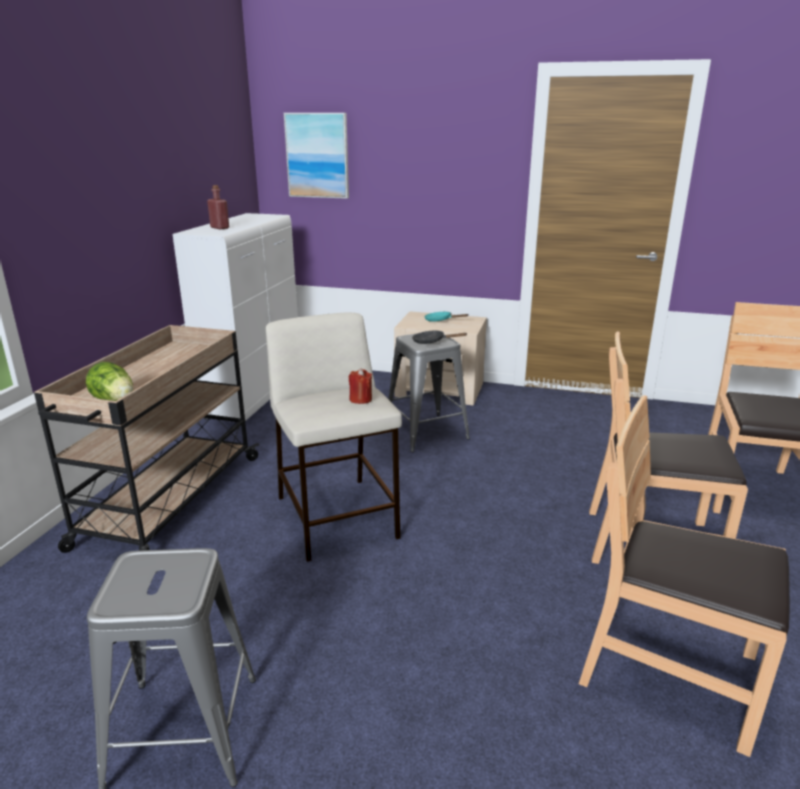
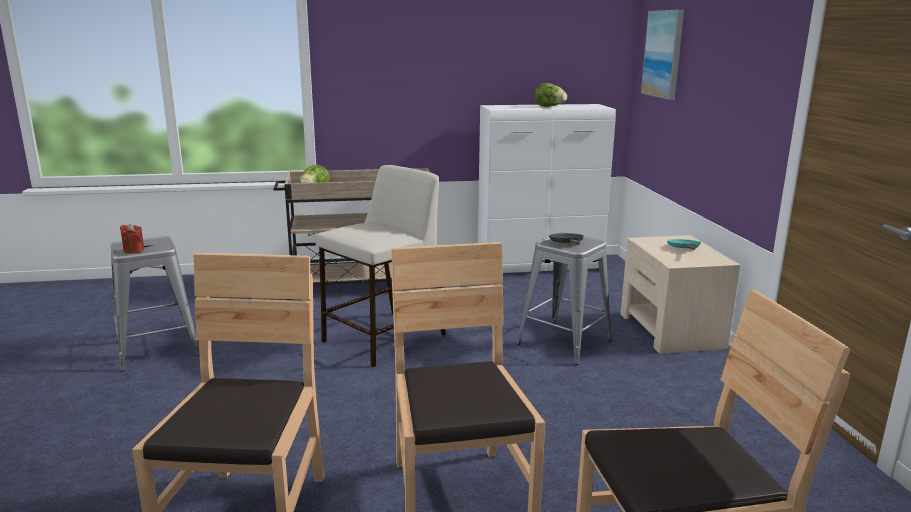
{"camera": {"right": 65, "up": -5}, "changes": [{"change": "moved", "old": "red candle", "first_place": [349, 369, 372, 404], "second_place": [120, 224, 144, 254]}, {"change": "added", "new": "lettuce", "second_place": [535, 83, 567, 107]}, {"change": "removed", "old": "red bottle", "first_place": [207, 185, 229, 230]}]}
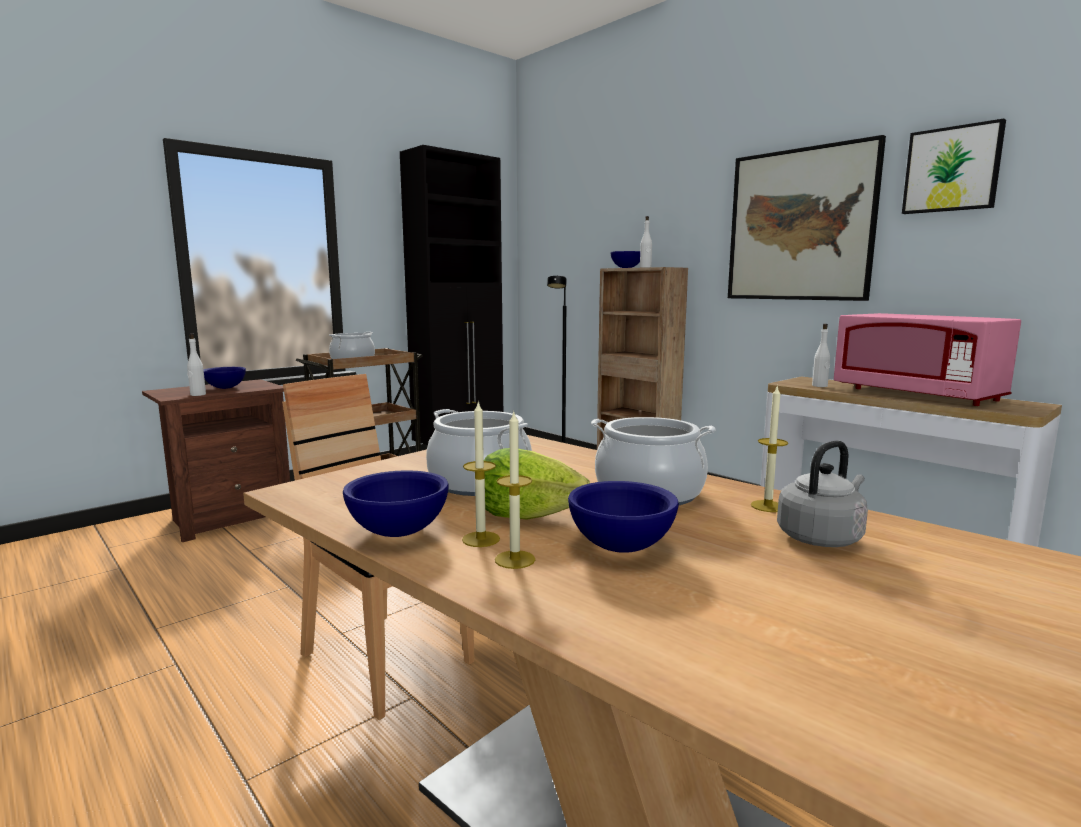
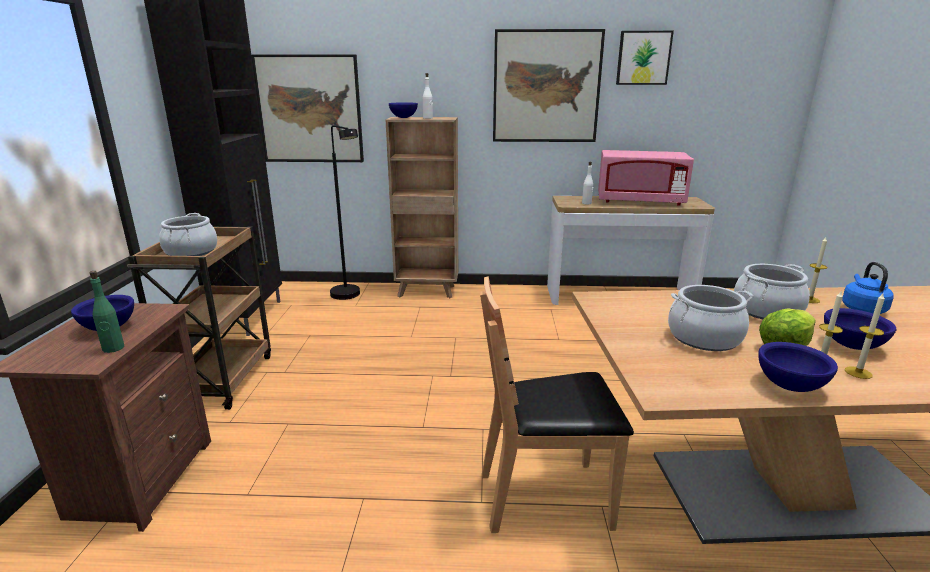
{"camera": {"right": -45, "up": 10}, "changes": [{"change": "recoloured", "old": "white bottle", "new": "green bottle", "first_place": [187, 333, 206, 396], "second_place": [90, 271, 124, 353]}, {"change": "added", "new": "picture", "second_place": [251, 54, 364, 162]}, {"change": "recoloured", "old": "grey kettle", "new": "blue kettle", "first_place": [777, 441, 868, 547], "second_place": [842, 262, 894, 314]}]}
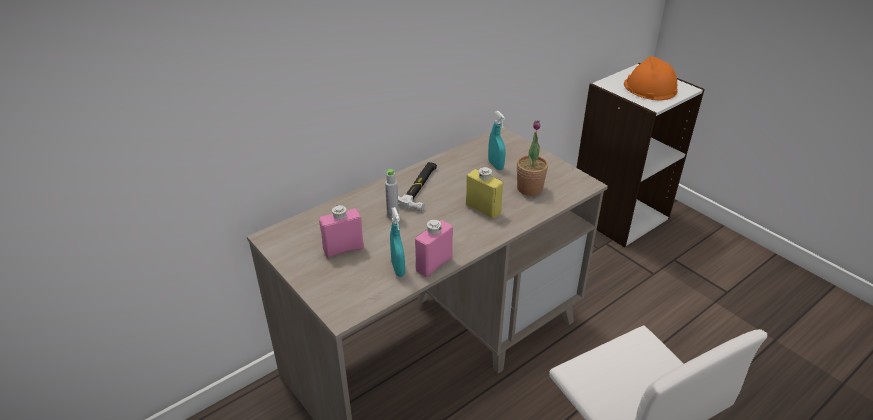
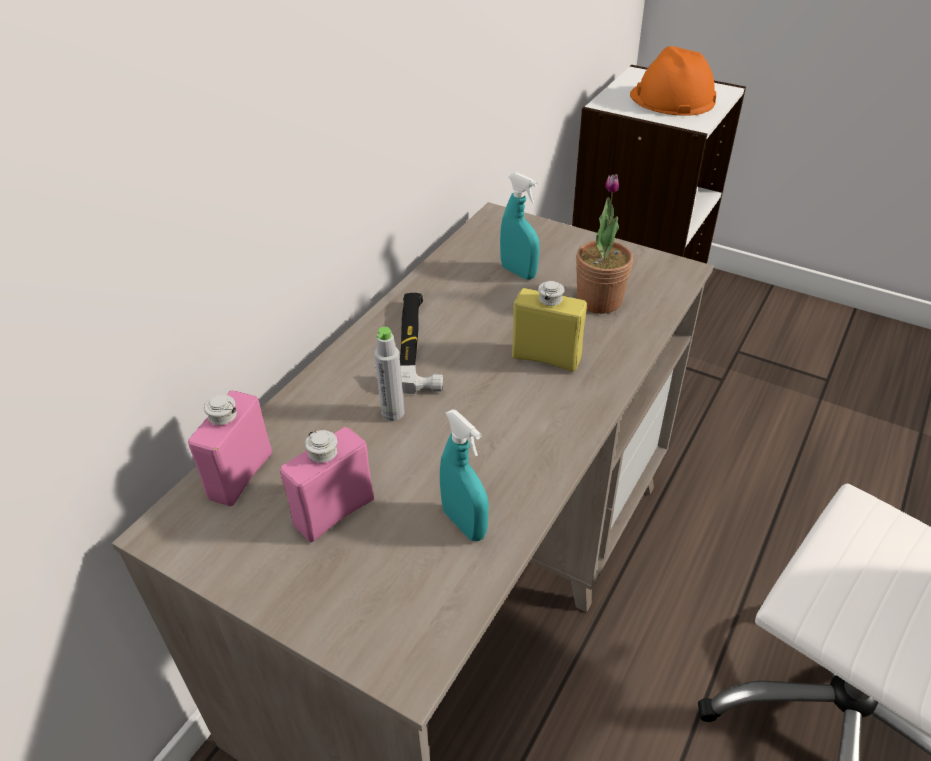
{"camera": {"right": -20, "up": 5}, "changes": [{"change": "moved", "old": "pink bottle", "first_place": [415, 220, 453, 277], "second_place": [188, 391, 272, 506]}]}
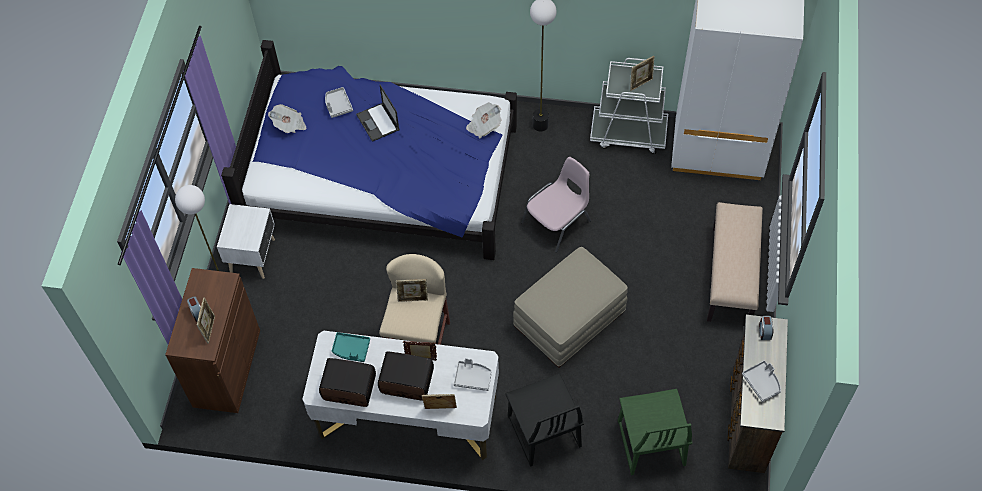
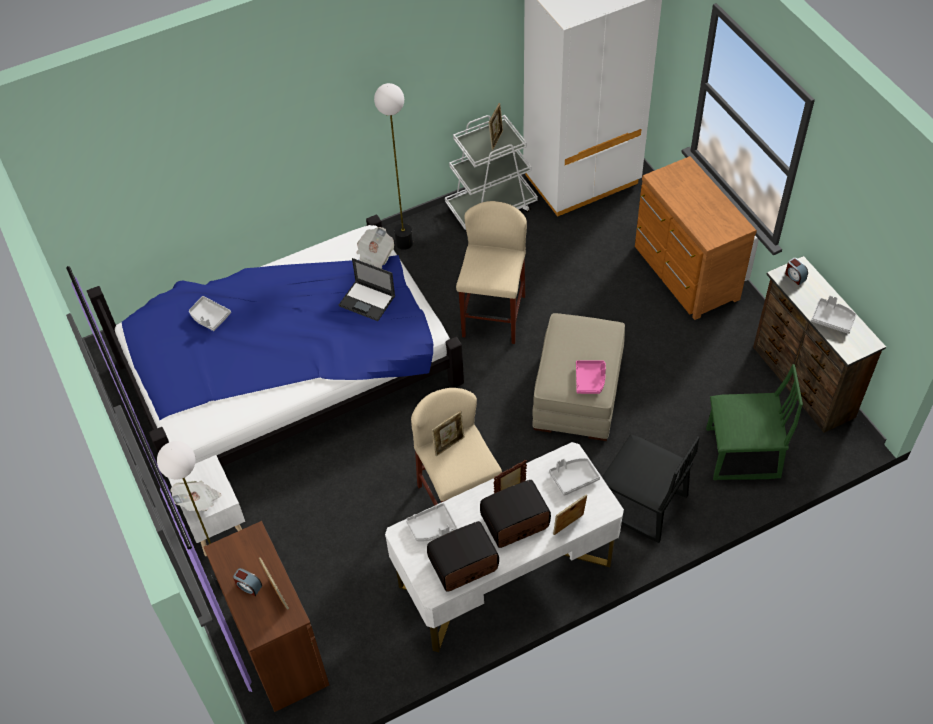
{"camera": {"right": -35, "up": -5}, "changes": [{"change": "moved", "old": "newspaper", "first_place": [268, 104, 307, 133], "second_place": [170, 481, 221, 511]}, {"change": "moved", "old": "laptop", "first_place": [356, 85, 400, 142], "second_place": [339, 258, 395, 321]}, {"change": "recoloured", "old": "turquoise tray", "new": "grey tray", "first_place": [332, 332, 370, 362], "second_place": [406, 503, 457, 541]}, {"change": "replaced", "old": "pink chair", "new": "beige stool", "first_place": [521, 157, 591, 253], "second_place": [456, 201, 527, 344]}, {"change": "added", "new": "pink tray", "second_place": [576, 360, 606, 394]}, {"change": "replaced", "old": "beige bench", "new": "brown dresser", "first_place": [707, 202, 763, 322], "second_place": [635, 156, 757, 320]}, {"change": "turned", "old": "green chair", "first_place": [618, 389, 692, 475], "second_place": [706, 364, 803, 480], "degrees": -45}]}
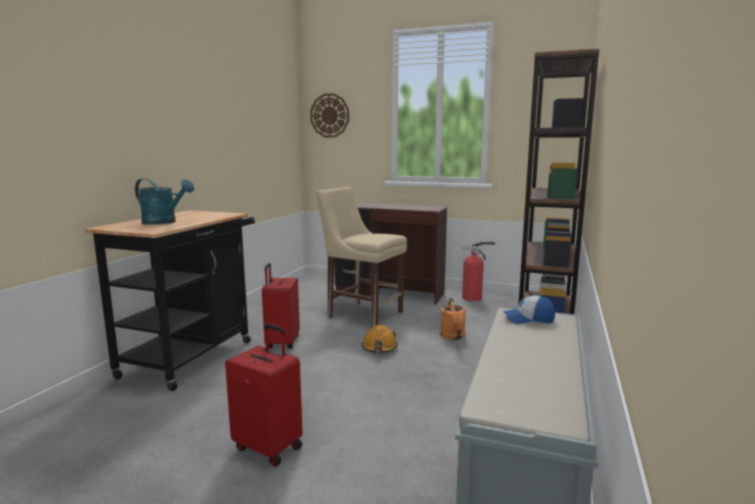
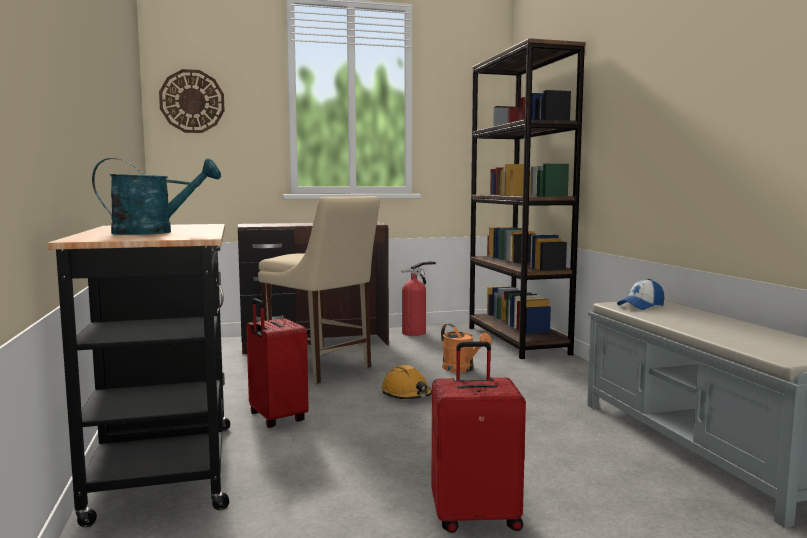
{"camera": {"right": -35, "up": -5}, "changes": [{"change": "turned", "old": "beige chair", "first_place": [316, 187, 407, 327], "second_place": [258, 196, 380, 384], "degrees": -135}]}
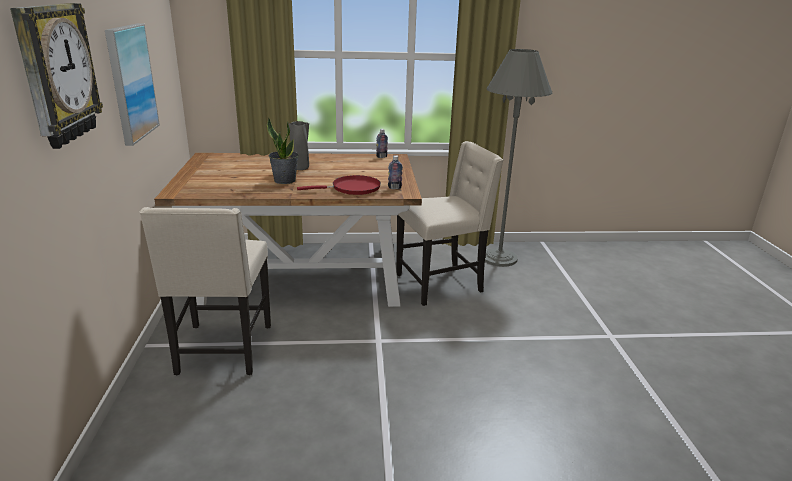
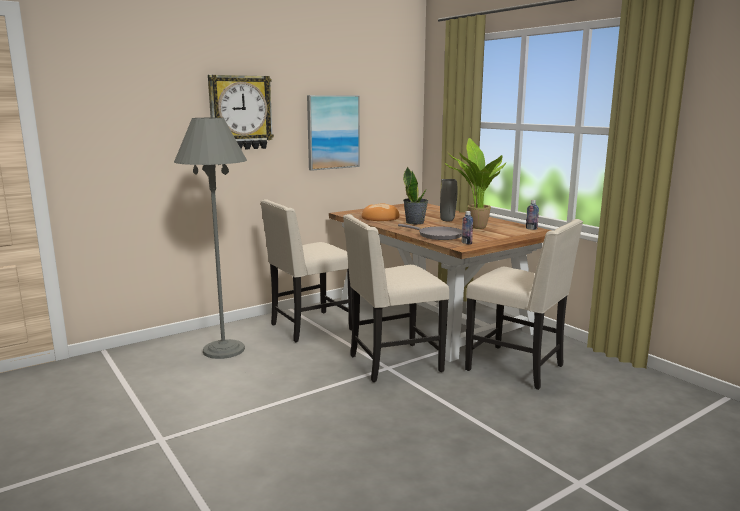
{"camera": {"right": 60, "up": -10}, "changes": [{"change": "moved", "old": "grey floor lamp", "first_place": [485, 49, 552, 267], "second_place": [174, 118, 247, 359]}, {"change": "added", "new": "beige chair", "second_place": [343, 214, 449, 382]}, {"change": "added", "new": "bread", "second_place": [362, 203, 400, 221]}, {"change": "recoloured", "old": "red frying pan", "new": "grey frying pan", "first_place": [297, 175, 381, 195], "second_place": [398, 224, 462, 240]}, {"change": "added", "new": "potted plant", "second_place": [444, 138, 506, 229]}]}
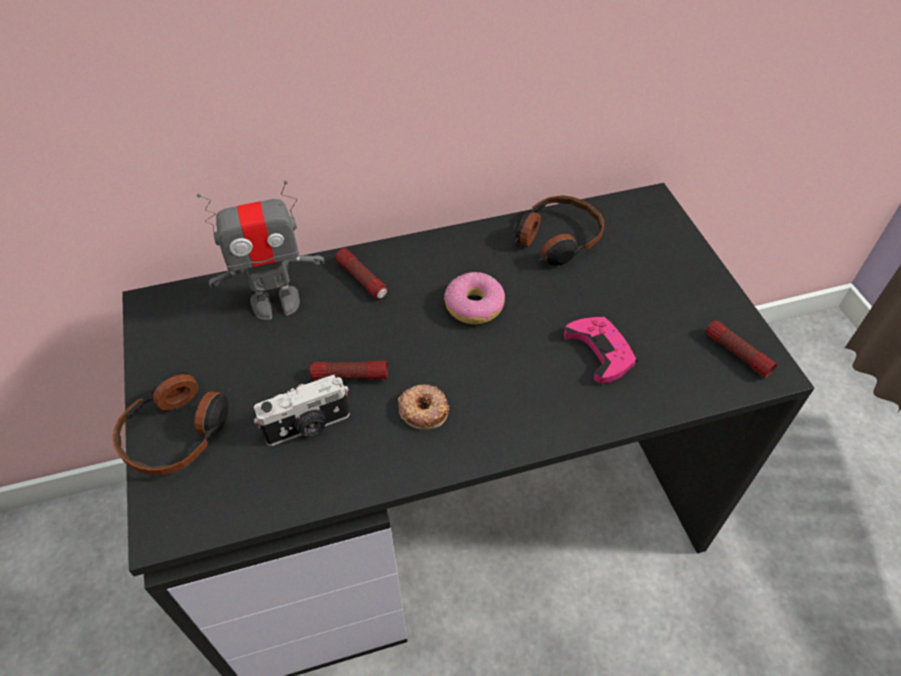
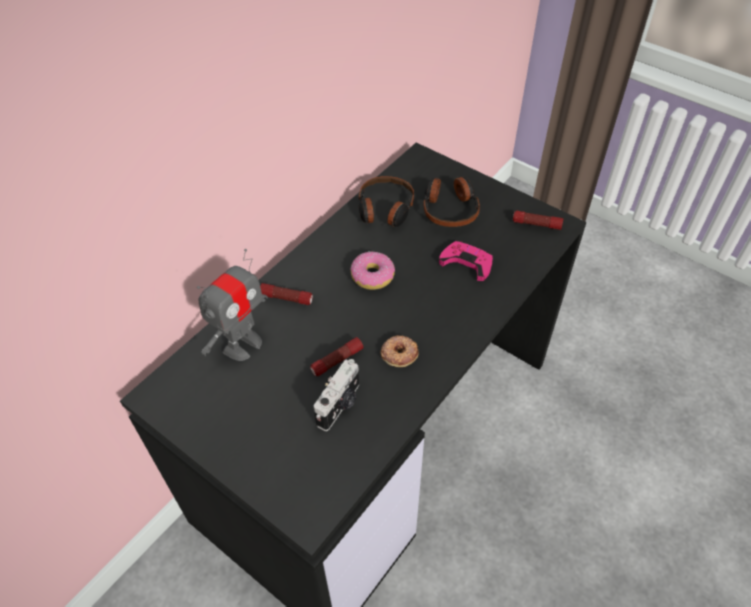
{"camera": {"right": -35, "up": 0}, "changes": [{"change": "moved", "old": "headphones", "first_place": [112, 371, 230, 475], "second_place": [423, 176, 480, 227]}]}
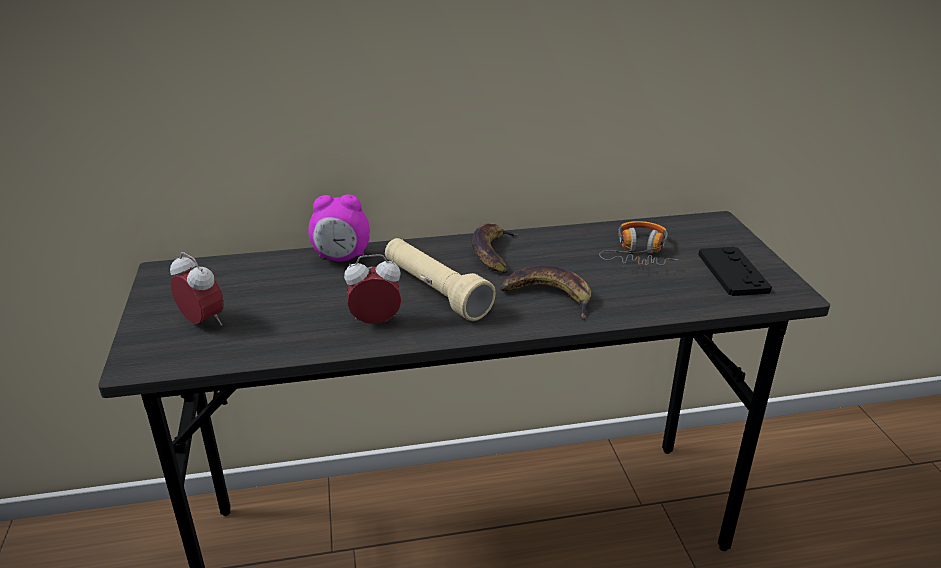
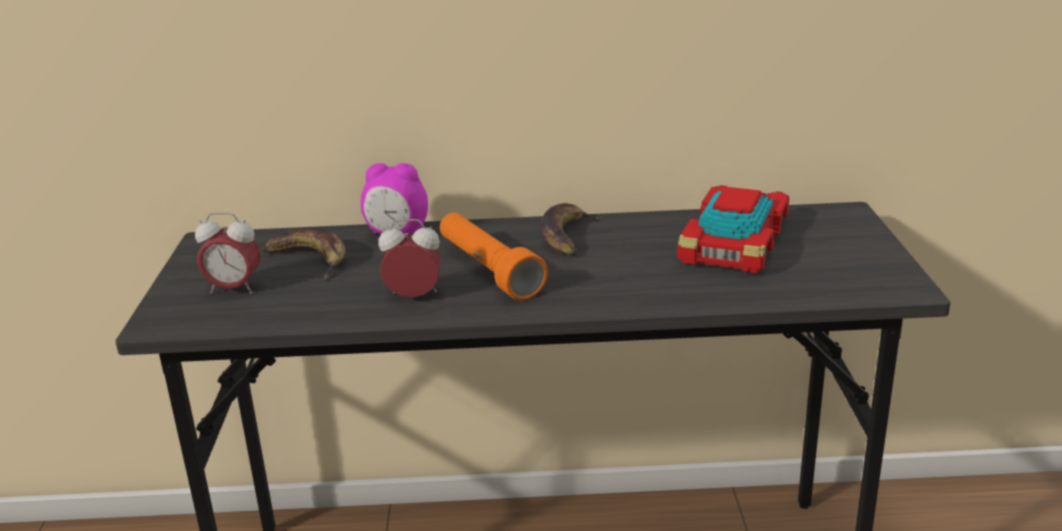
{"camera": {"right": 10, "up": -5}, "changes": [{"change": "turned", "old": "alarm clock", "first_place": [170, 252, 224, 326], "second_place": [195, 213, 260, 294], "degrees": 135}, {"change": "moved", "old": "banana", "first_place": [500, 266, 591, 319], "second_place": [262, 227, 346, 280]}, {"change": "recoloured", "old": "beige flashlight", "new": "orange flashlight", "first_place": [385, 238, 496, 321], "second_place": [440, 213, 548, 300]}, {"change": "replaced", "old": "headphones", "new": "toy car", "first_place": [599, 221, 678, 265], "second_place": [677, 185, 789, 273]}, {"change": "removed", "old": "black game controller", "first_place": [698, 247, 772, 296]}]}
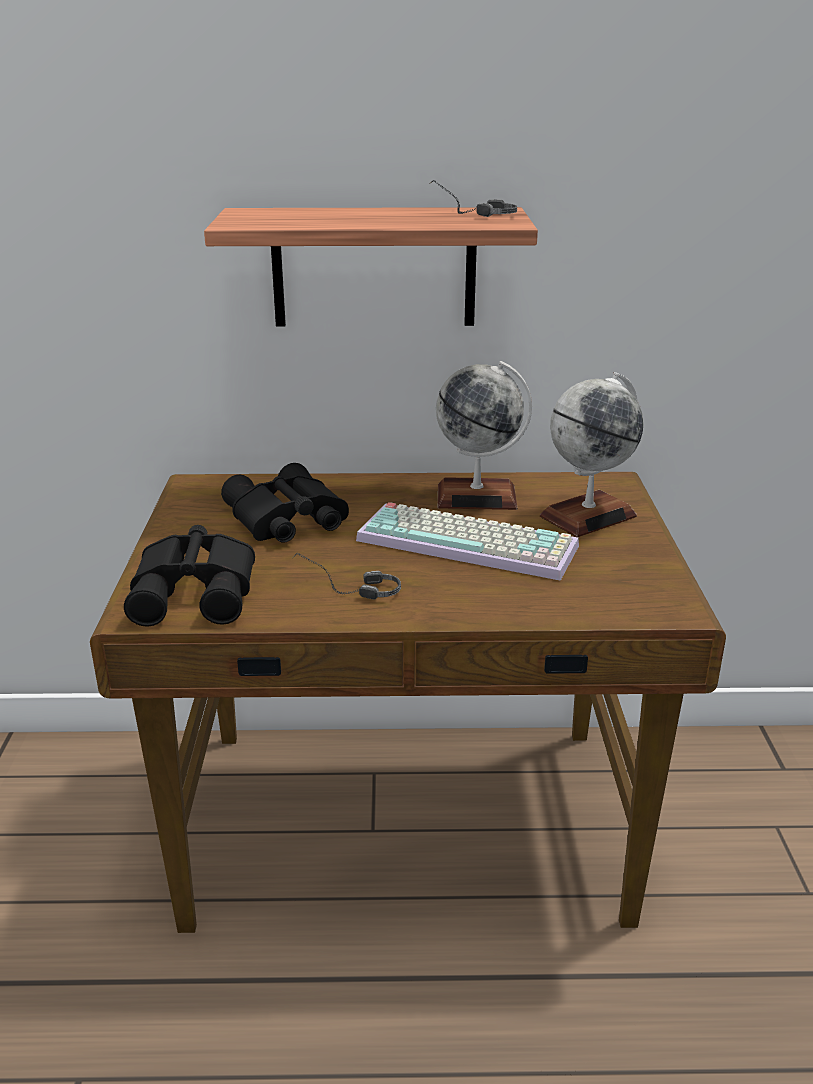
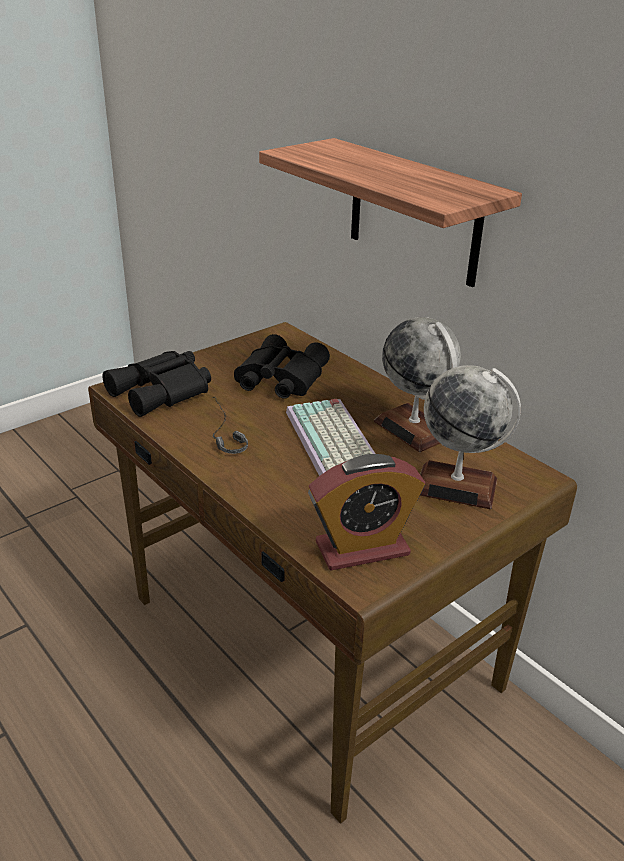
{"camera": {"right": 50, "up": 5}, "changes": [{"change": "added", "new": "alarm clock", "second_place": [308, 454, 425, 570]}, {"change": "removed", "old": "headphones", "first_place": [429, 180, 517, 217]}]}
